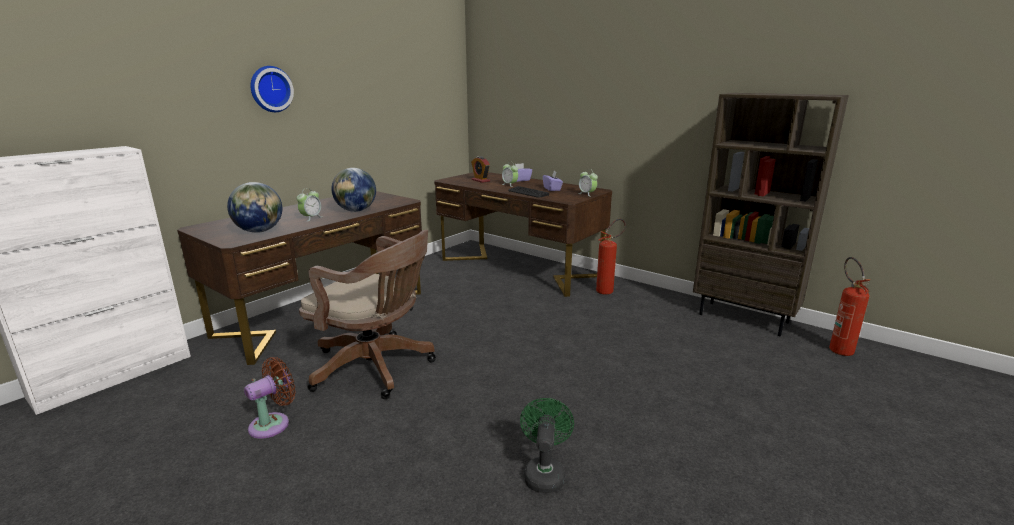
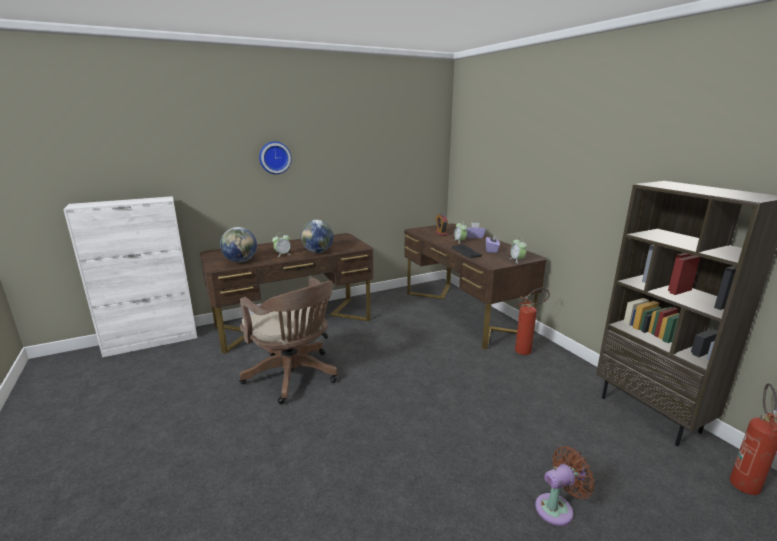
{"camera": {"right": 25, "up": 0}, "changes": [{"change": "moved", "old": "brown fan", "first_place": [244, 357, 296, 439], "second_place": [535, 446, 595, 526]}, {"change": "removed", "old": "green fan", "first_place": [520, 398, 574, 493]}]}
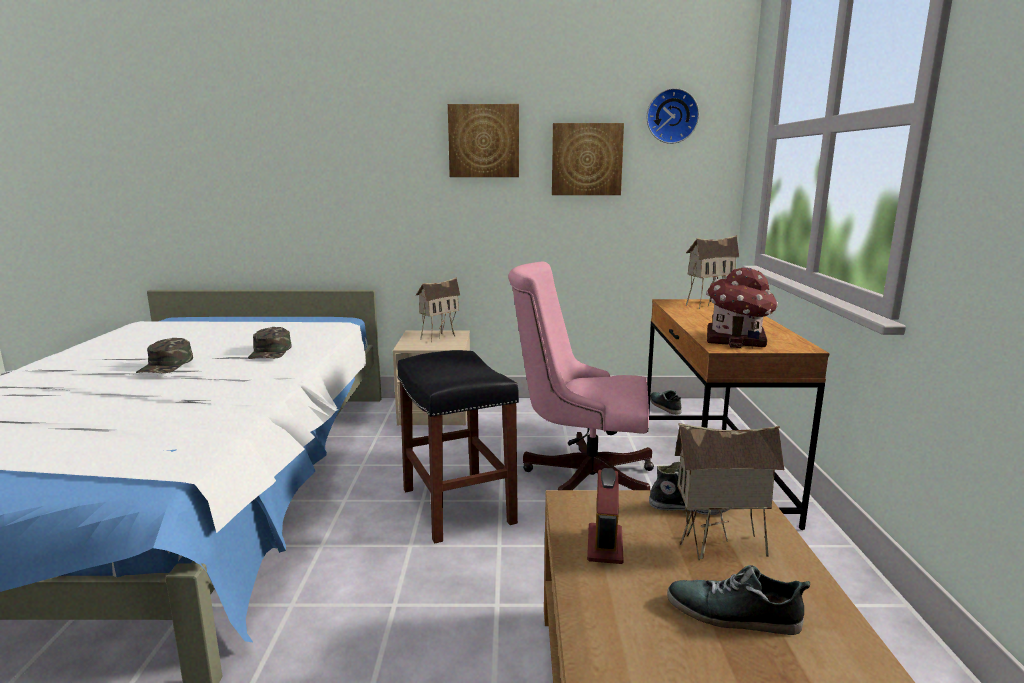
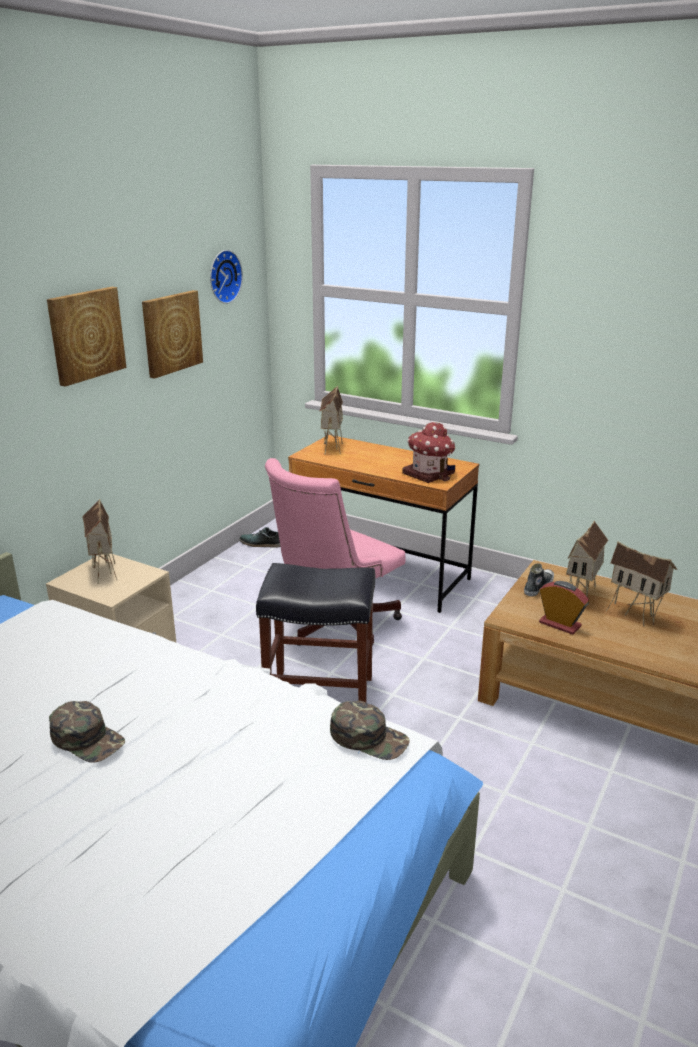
{"camera": {"right": -60, "up": 10}, "changes": [{"change": "moved", "old": "green cap", "first_place": [248, 327, 292, 359], "second_place": [330, 701, 410, 760]}, {"change": "replaced", "old": "shoe", "new": "toy house", "first_place": [667, 565, 810, 635], "second_place": [606, 541, 678, 627]}]}
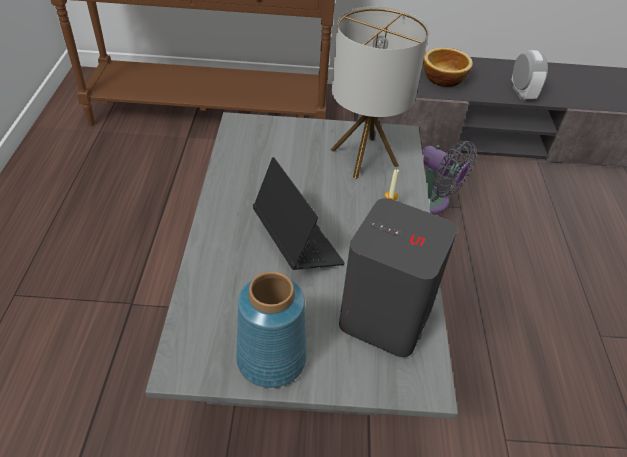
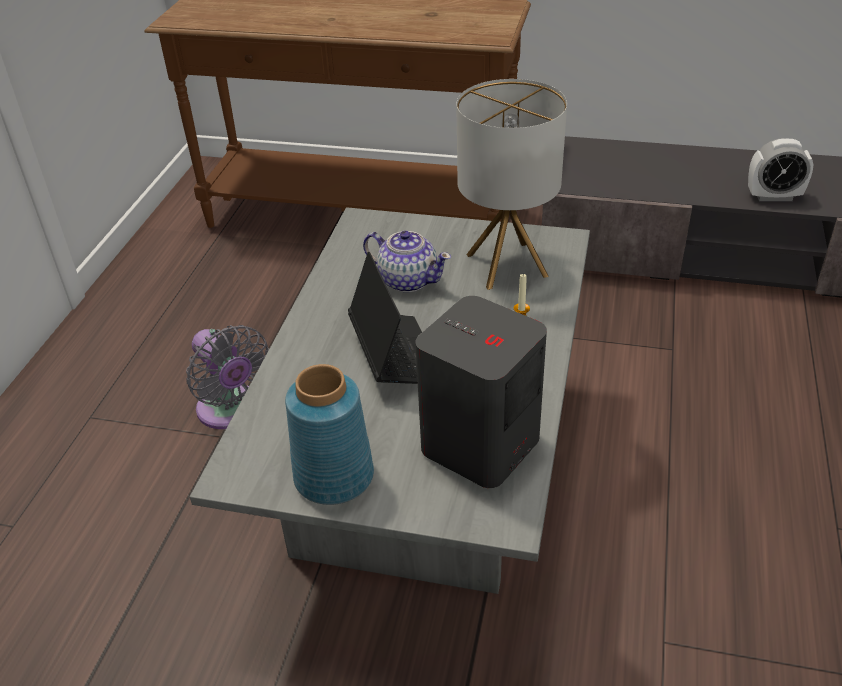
{"camera": {"right": 15, "up": -5}, "changes": [{"change": "moved", "old": "grey fan", "first_place": [422, 141, 477, 215], "second_place": [186, 325, 269, 429]}, {"change": "added", "new": "teapot", "second_place": [363, 231, 451, 292]}, {"change": "turned", "old": "alarm clock", "first_place": [511, 50, 548, 100], "second_place": [748, 138, 813, 201], "degrees": 90}, {"change": "removed", "old": "bowl", "first_place": [423, 47, 473, 87]}]}
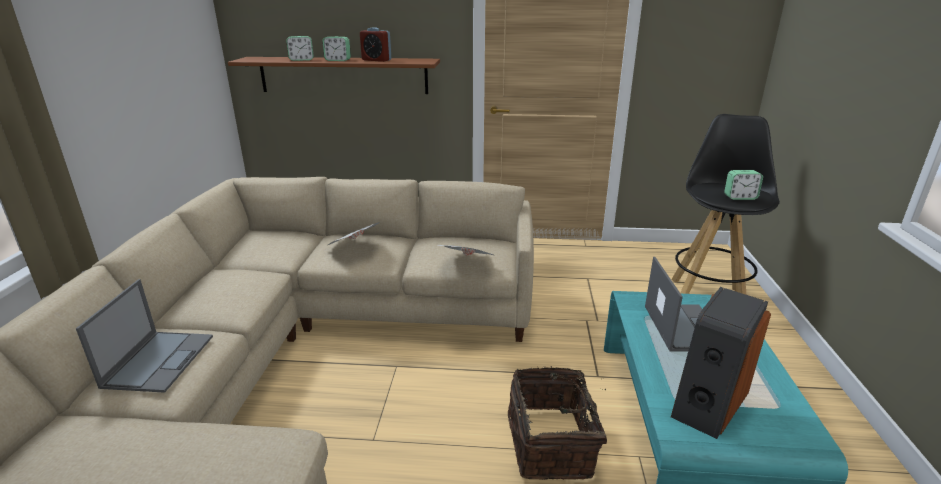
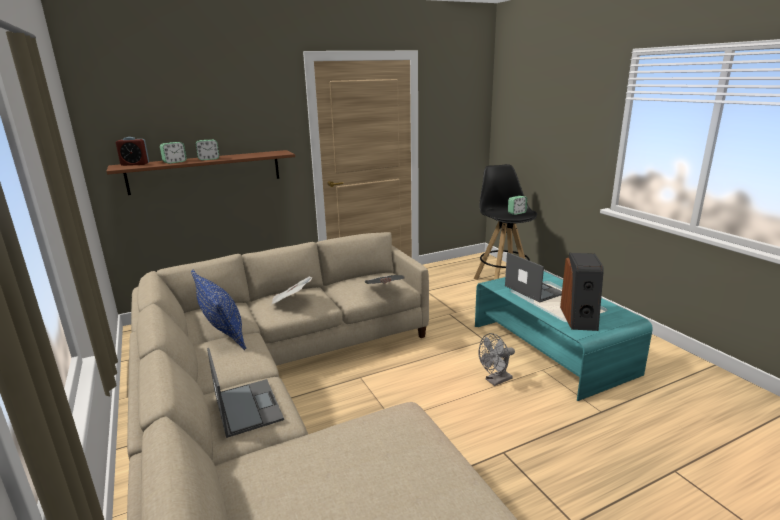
{"camera": {"right": -30, "up": -5}, "changes": [{"change": "moved", "old": "alarm clock", "first_place": [360, 27, 391, 62], "second_place": [116, 137, 149, 166]}, {"change": "added", "new": "blue pillow", "second_place": [191, 270, 246, 350]}, {"change": "replaced", "old": "basket", "new": "grey fan", "first_place": [508, 366, 607, 480], "second_place": [478, 333, 515, 386]}]}
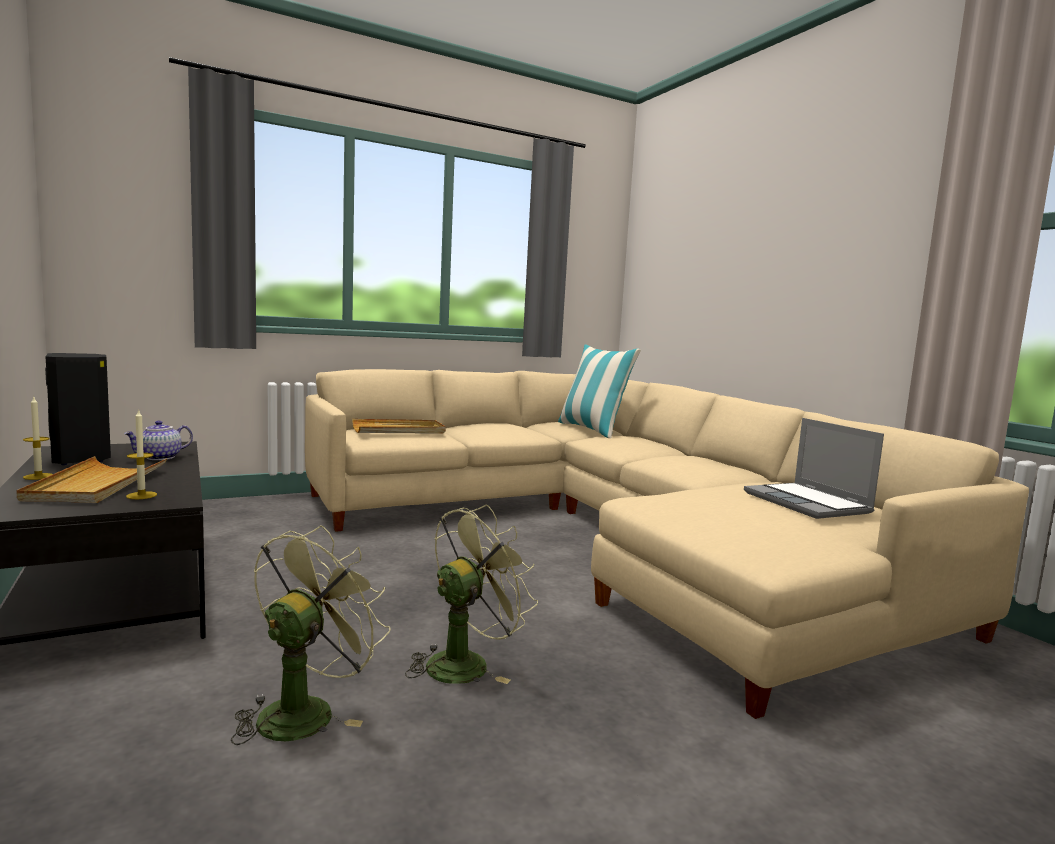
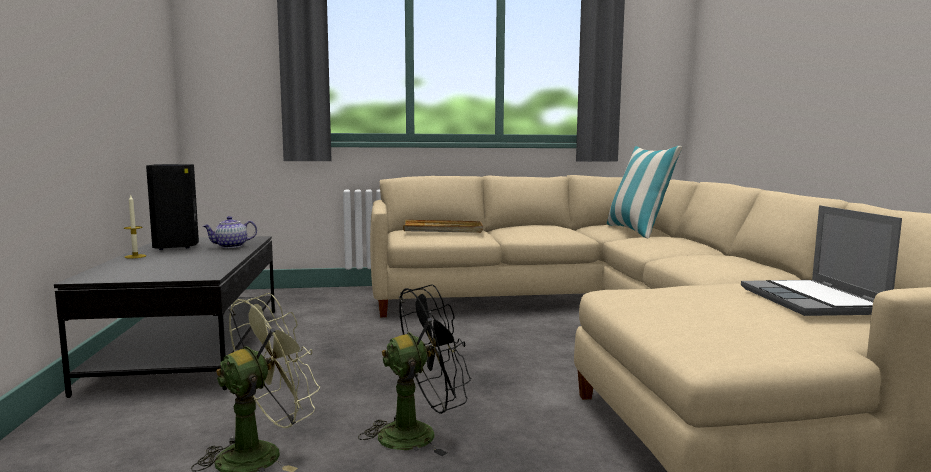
{"camera": {"right": 20, "up": 0}, "changes": [{"change": "recoloured", "old": "green fan", "new": "black fan", "first_place": [405, 505, 538, 684], "second_place": [358, 284, 471, 456]}, {"change": "removed", "old": "beige tray", "first_place": [16, 456, 167, 503]}, {"change": "removed", "old": "candle", "first_place": [126, 409, 157, 499]}]}
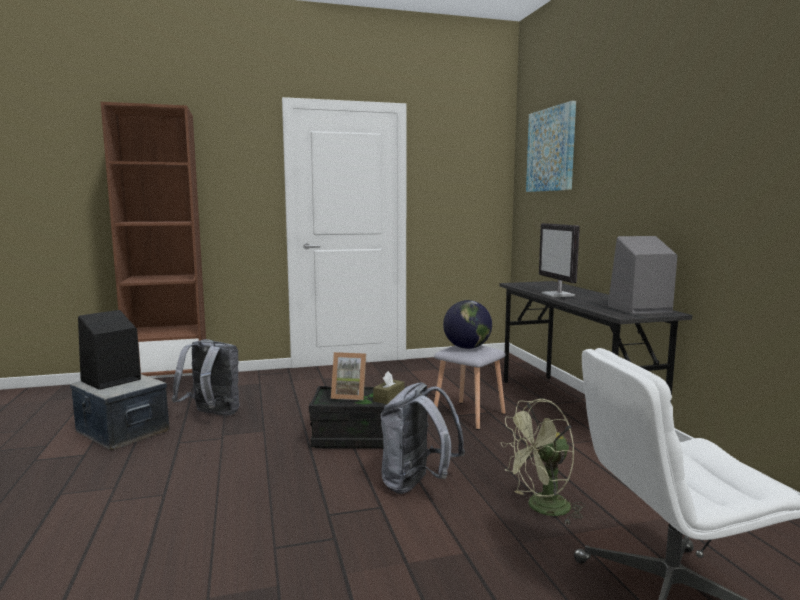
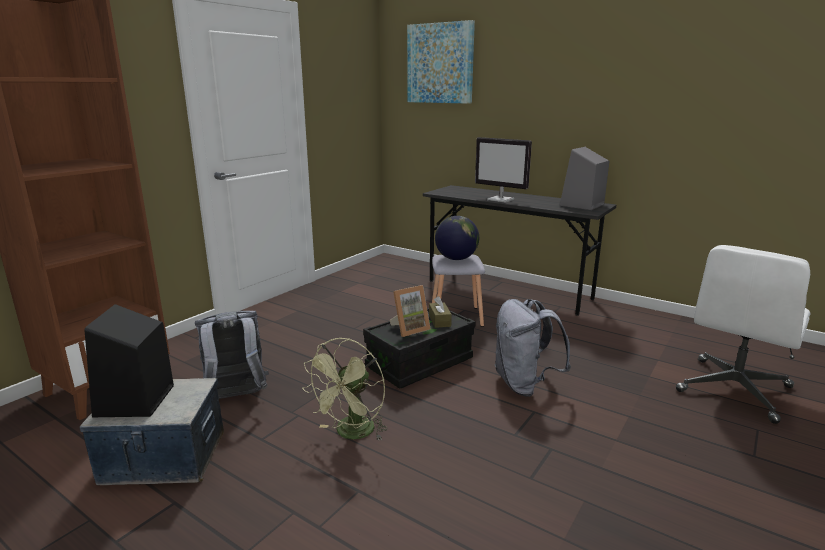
{"camera": {"right": -40, "up": 10}, "changes": [{"change": "moved", "old": "green fan", "first_place": [500, 399, 585, 524], "second_place": [302, 338, 388, 440]}]}
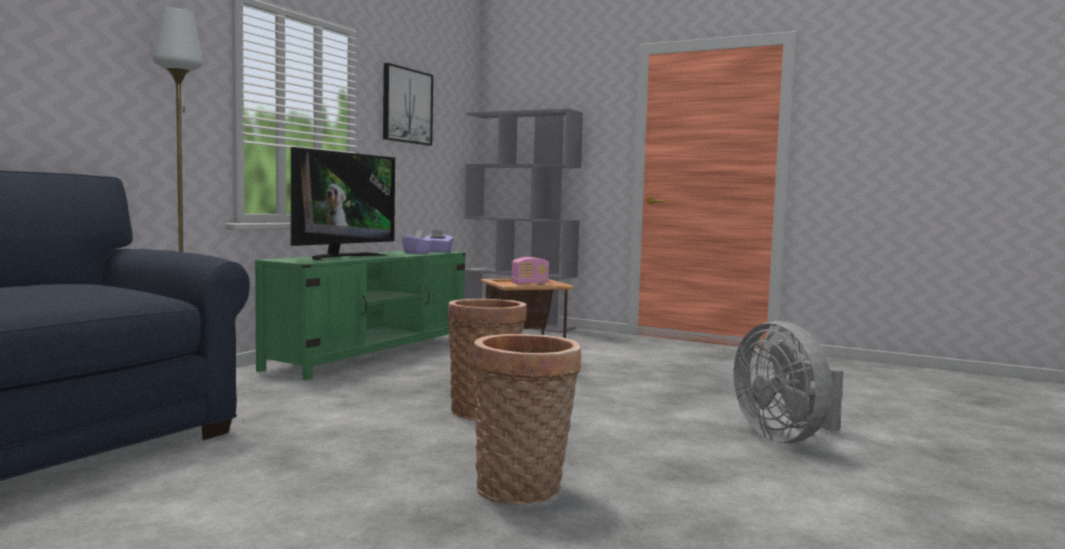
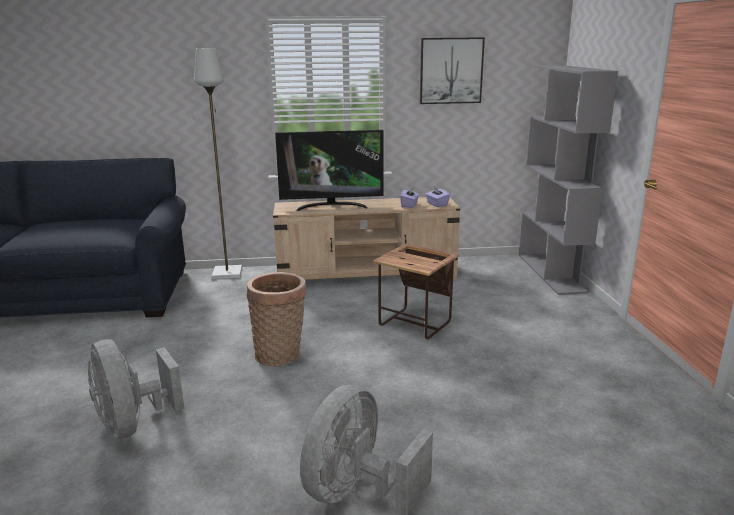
{"camera": {"right": 55, "up": 15}, "changes": [{"change": "replaced", "old": "basket", "new": "grey fan", "first_place": [472, 334, 581, 505], "second_place": [88, 339, 185, 439]}, {"change": "recoloured", "old": "green tv stand", "new": "beige tv stand", "first_place": [255, 251, 465, 381], "second_place": [273, 197, 460, 280]}, {"change": "removed", "old": "radio", "first_place": [511, 257, 549, 285]}]}
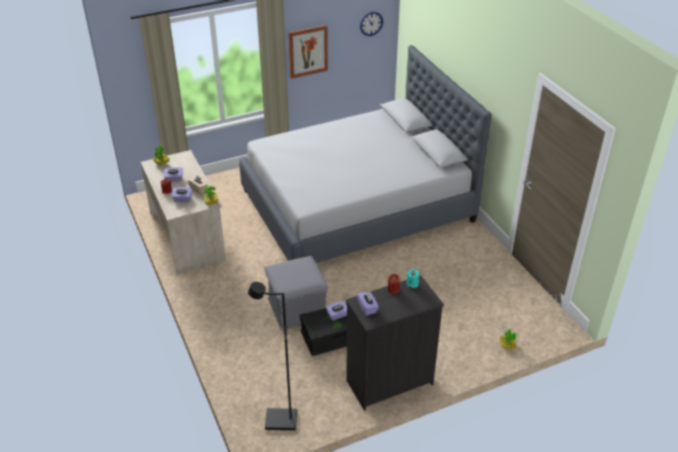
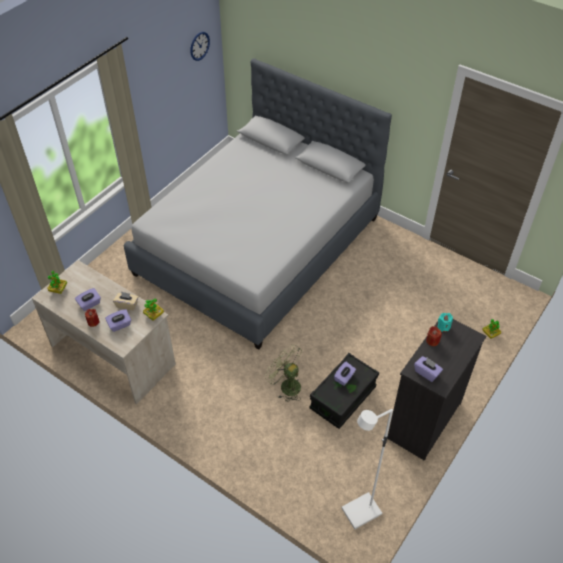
{"camera": {"right": -30, "up": 10}, "changes": [{"change": "replaced", "old": "grey ottoman", "new": "green fan", "first_place": [265, 256, 328, 330], "second_place": [265, 344, 302, 402]}, {"change": "recoloured", "old": "black floor lamp", "new": "white floor lamp", "first_place": [248, 282, 297, 430], "second_place": [341, 409, 393, 529]}, {"change": "removed", "old": "picture", "first_place": [288, 25, 328, 79]}]}
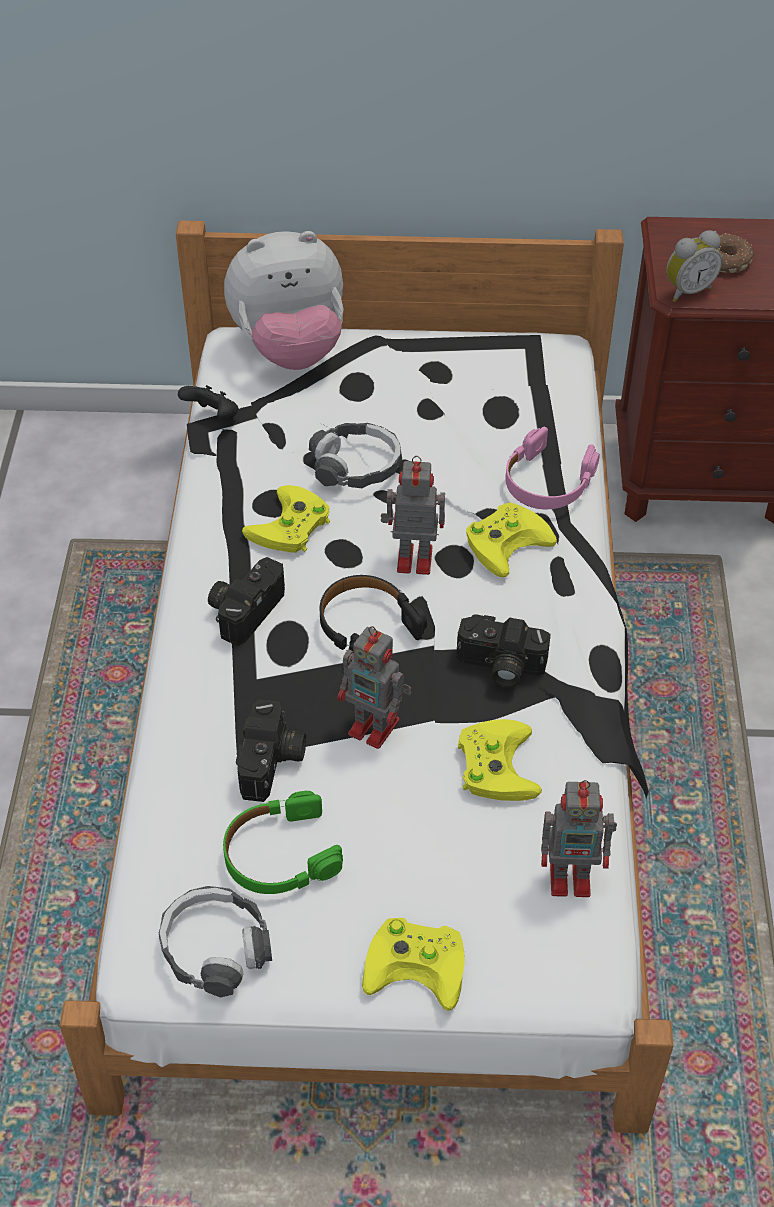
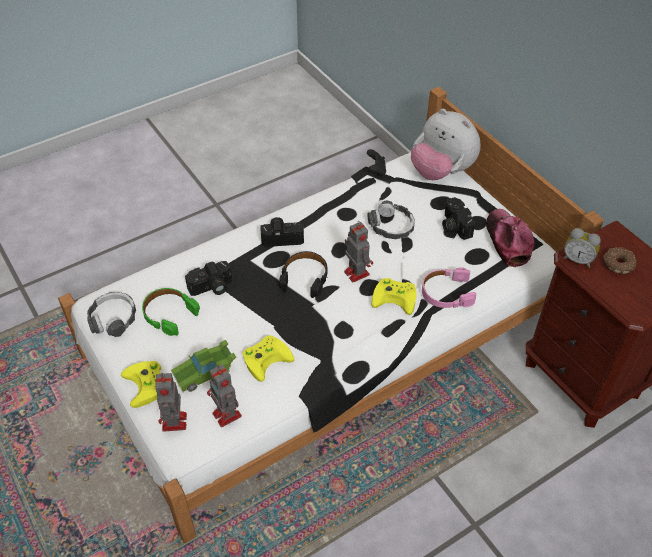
{"camera": {"right": 55, "up": 0}, "changes": [{"change": "moved", "old": "toy robot", "first_place": [338, 626, 411, 749], "second_place": [155, 373, 187, 432]}, {"change": "added", "new": "green toy car", "second_place": [171, 340, 236, 393]}, {"change": "moved", "old": "photo camera", "first_place": [456, 615, 550, 687], "second_place": [442, 197, 475, 240]}, {"change": "added", "new": "cap", "second_place": [486, 209, 534, 267]}, {"change": "removed", "old": "yellow game controller", "first_place": [242, 485, 330, 553]}]}
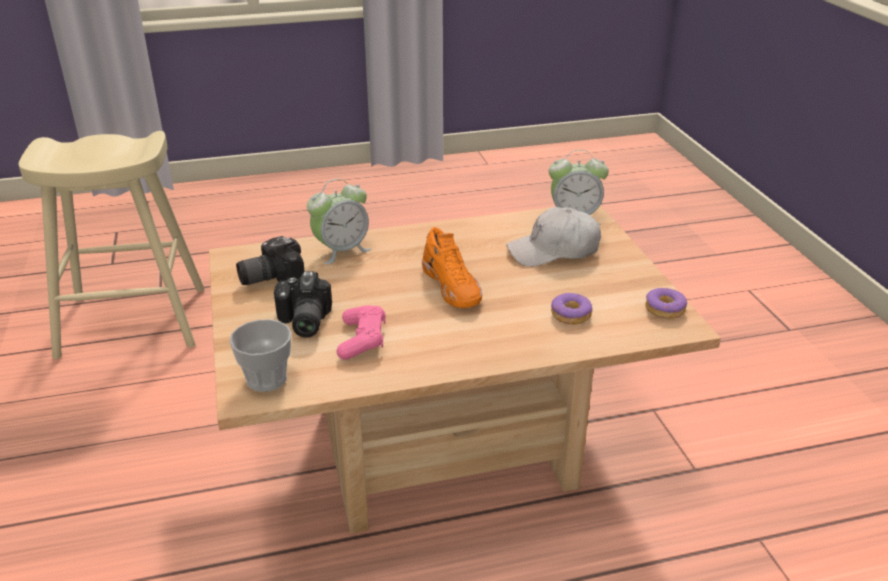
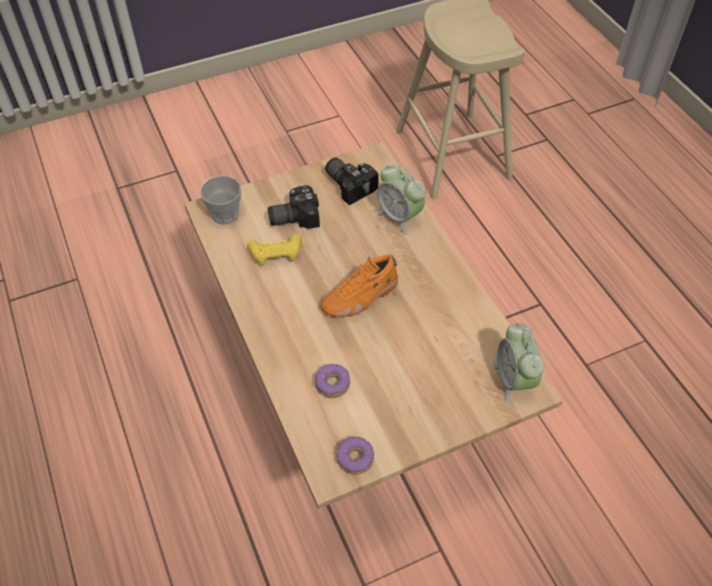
{"camera": {"right": 80, "up": 20}, "changes": [{"change": "recoloured", "old": "pink game controller", "new": "yellow game controller", "first_place": [337, 305, 385, 360], "second_place": [247, 234, 302, 266]}, {"change": "removed", "old": "white cap", "first_place": [507, 207, 601, 267]}]}
